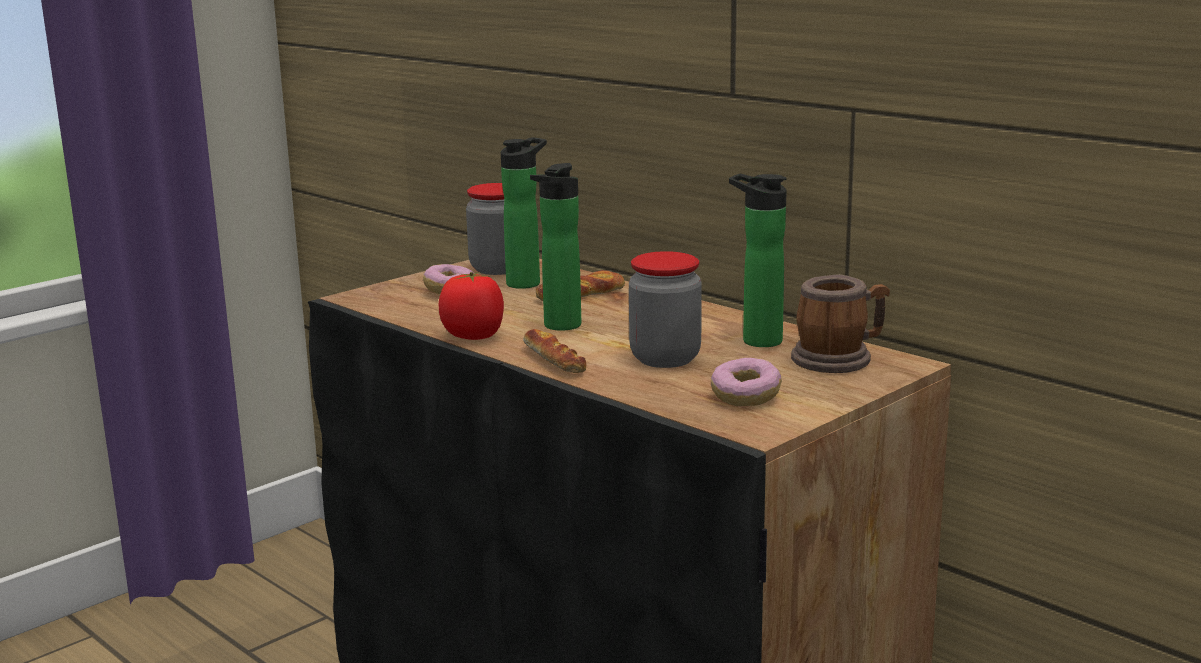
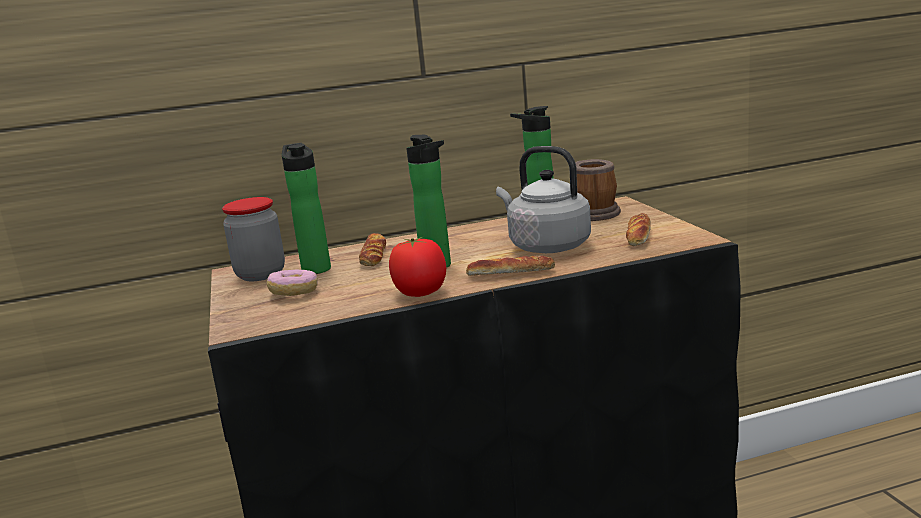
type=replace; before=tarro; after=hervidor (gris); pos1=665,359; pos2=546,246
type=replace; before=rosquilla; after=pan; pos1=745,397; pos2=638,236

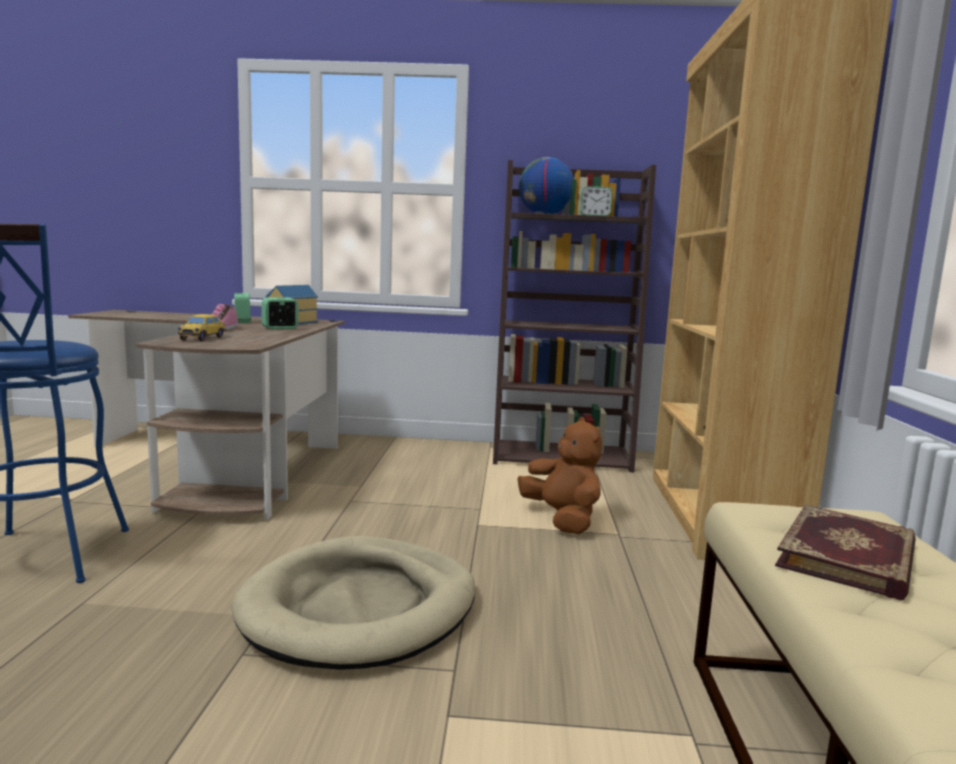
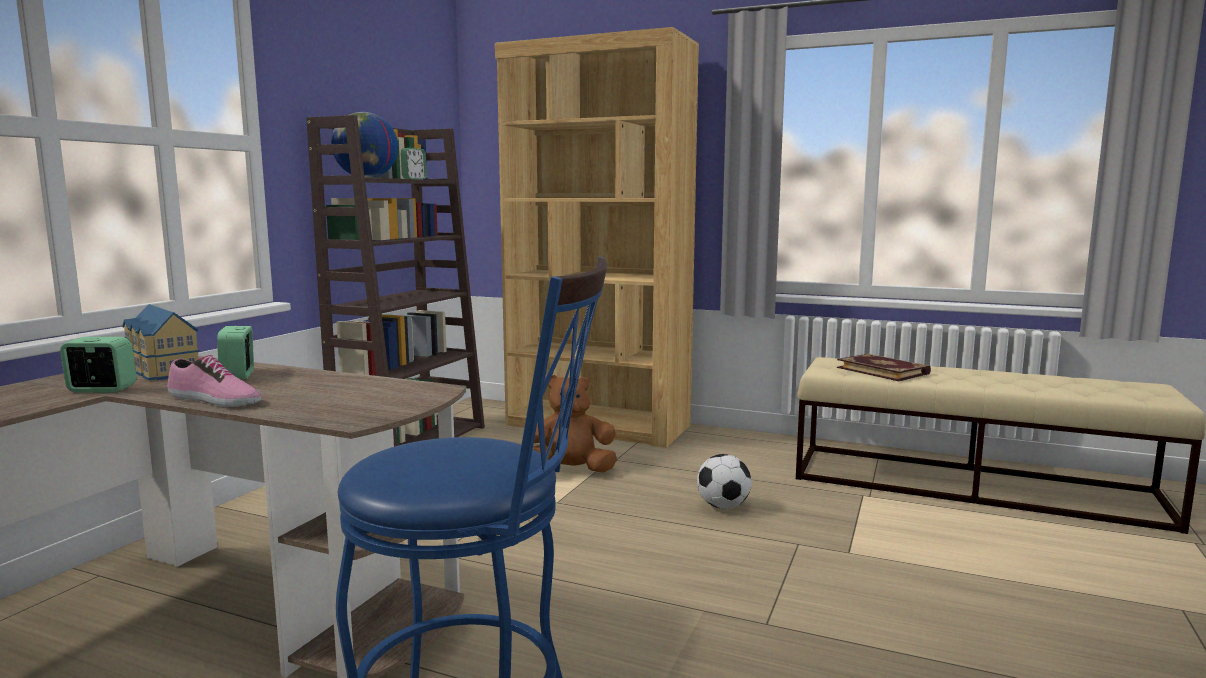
type=insert; after=balón de fútbol; pos2=723,506
type=delete; before=coche de juguete; pos1=203,338
type=delete; before=cama para perro (beis); pos1=360,608

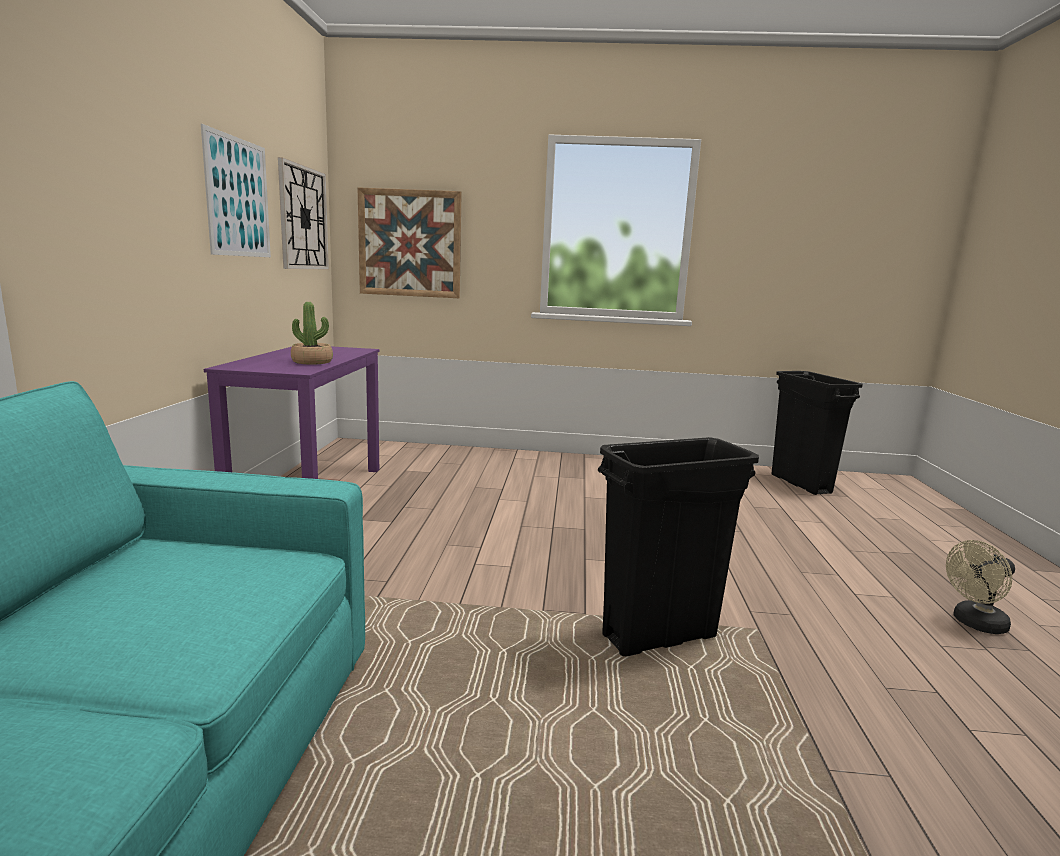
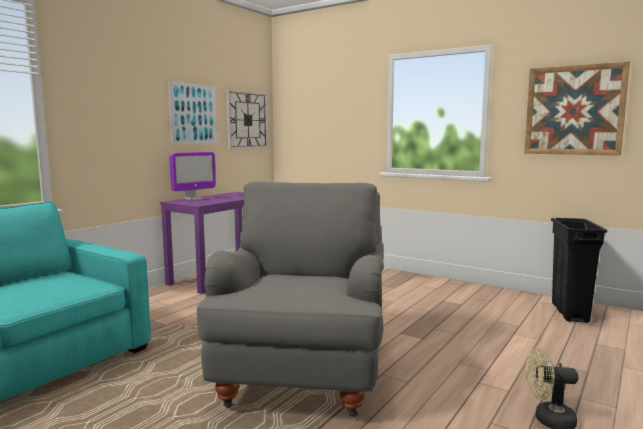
type=insert; after=monitor; pos2=193,199
type=replace; before=papelera (negro); after=sillón (gris); pos1=660,636; pos2=303,372
type=move; before=cuadro; pos1=410,243; pos2=574,110
type=delete; before=planta en maceta; pos1=312,362

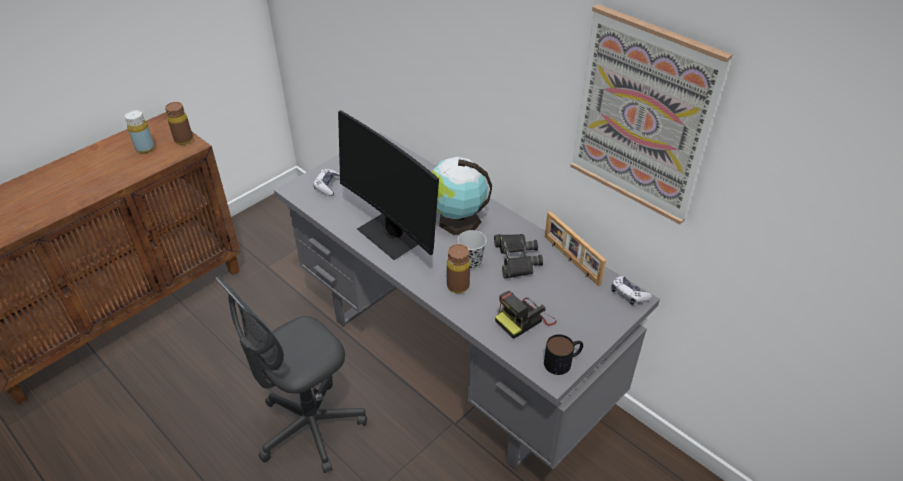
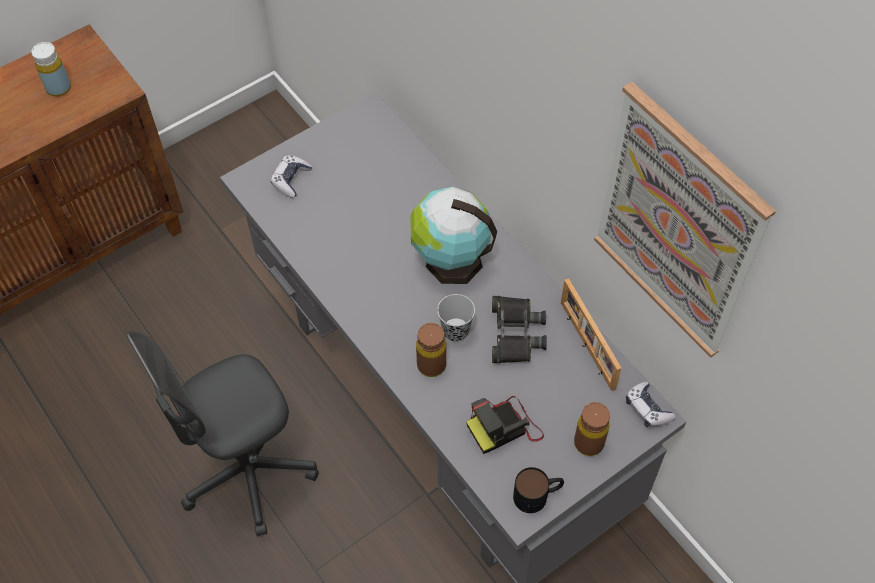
type=move; before=botella (marrón); pos1=184,140; pos2=588,443
type=delete; before=monitor; pos1=393,234

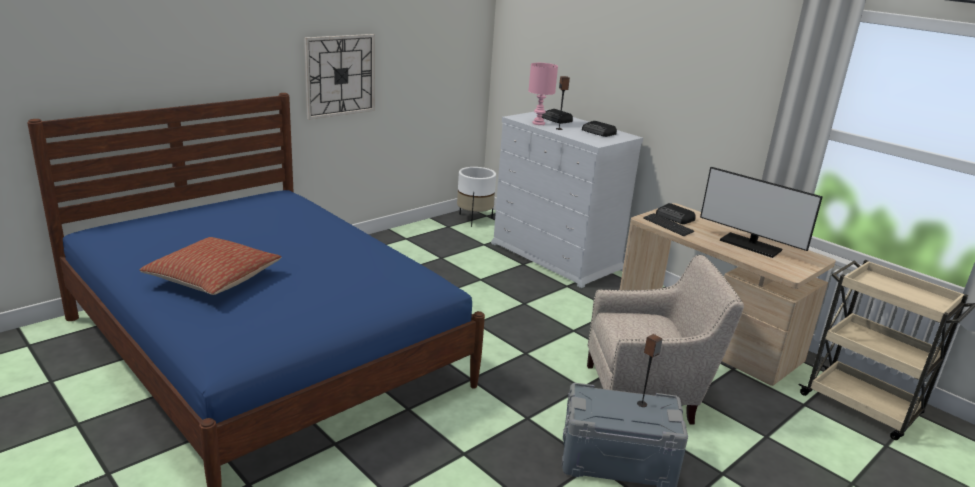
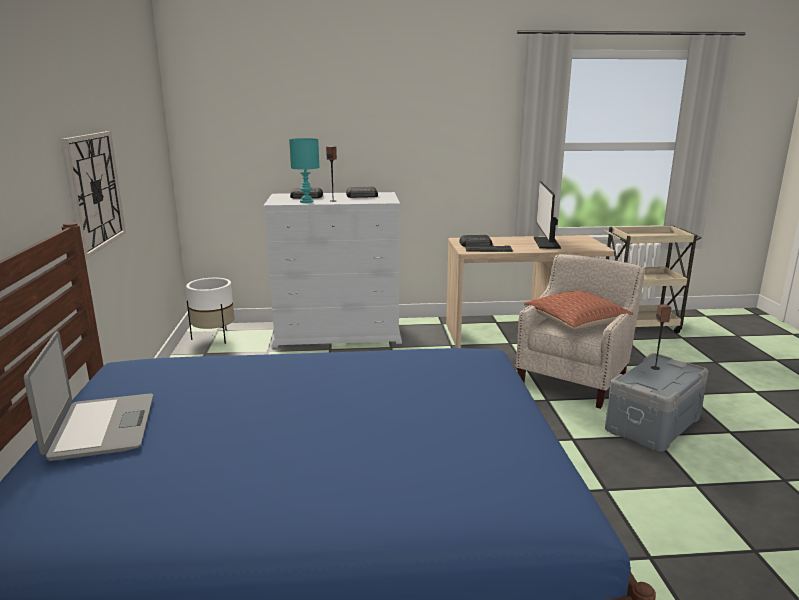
type=insert; after=portátil; pos2=101,427
type=recolor; before=lámpara de mesa (rosa); after=lámpara de mesa (turquesa); pos1=538,123; pos2=306,202
type=move; before=cojín; pos1=214,279; pos2=575,321
type=rotate; before=monitor; pos1=750,245; pos2=546,243; turn=105

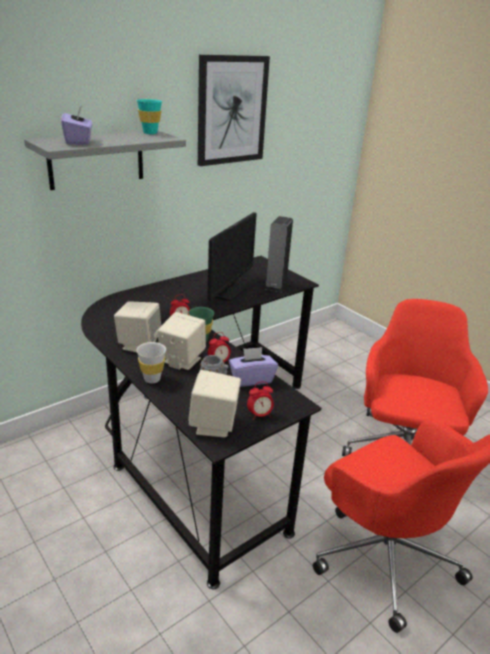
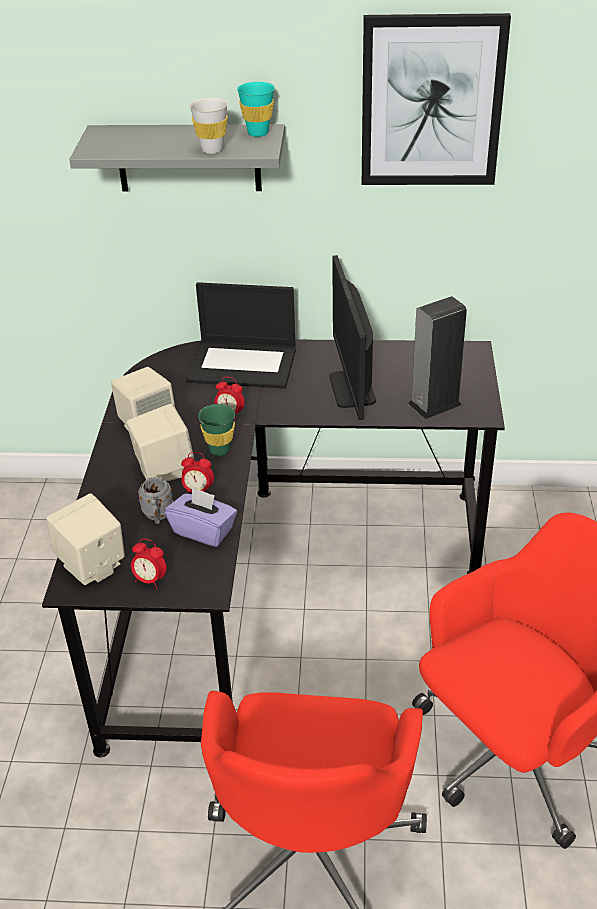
type=insert; after=portátil; pos2=244,364
type=move; before=taza (blanco); pos1=152,379; pos2=212,150
type=rotate; before=monitor; pos1=228,291; pos2=352,389; turn=105
type=delete; before=caja de pañuelos (morado); pos1=79,141

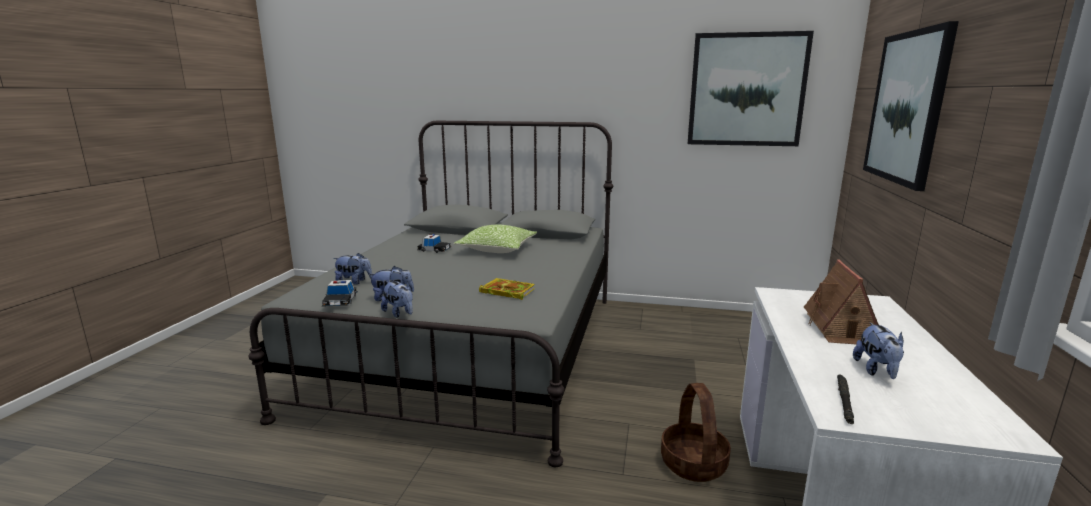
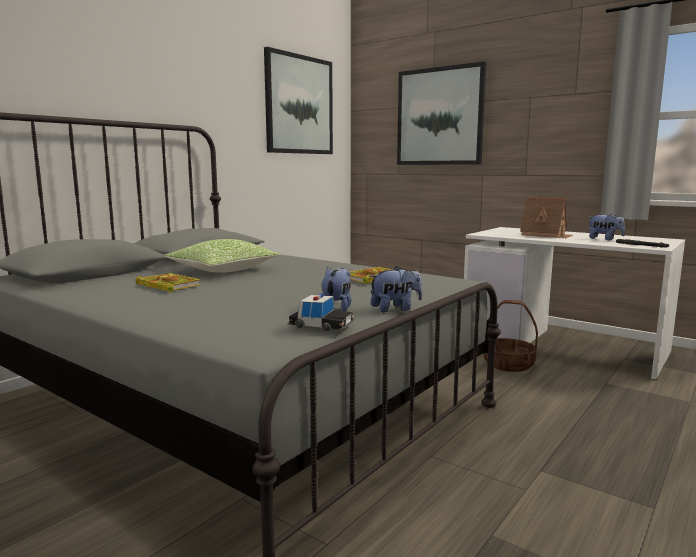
type=replace; before=coche de juguete; after=libro; pos1=434,249; pos2=167,285
type=delete; before=peluche; pos1=354,282

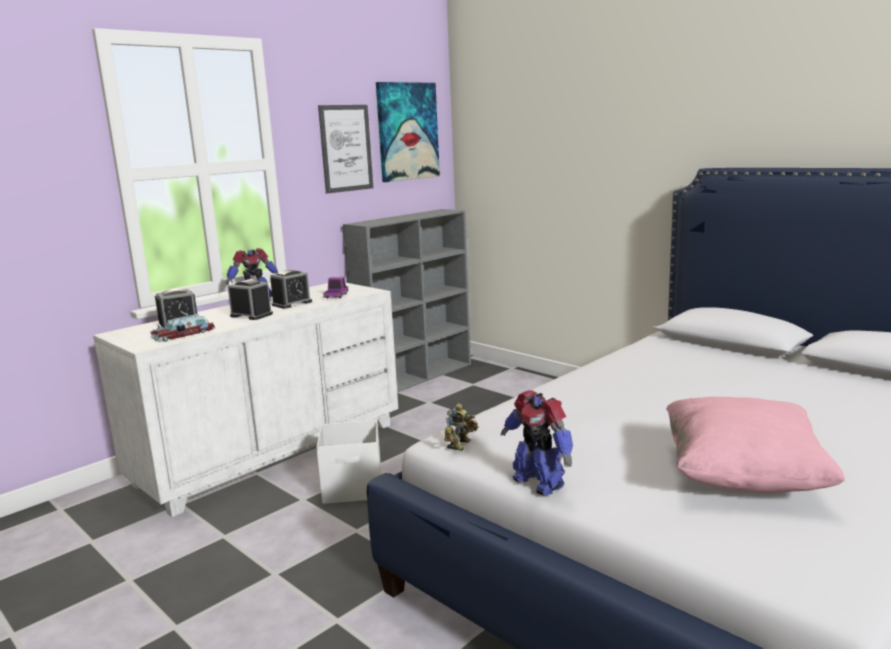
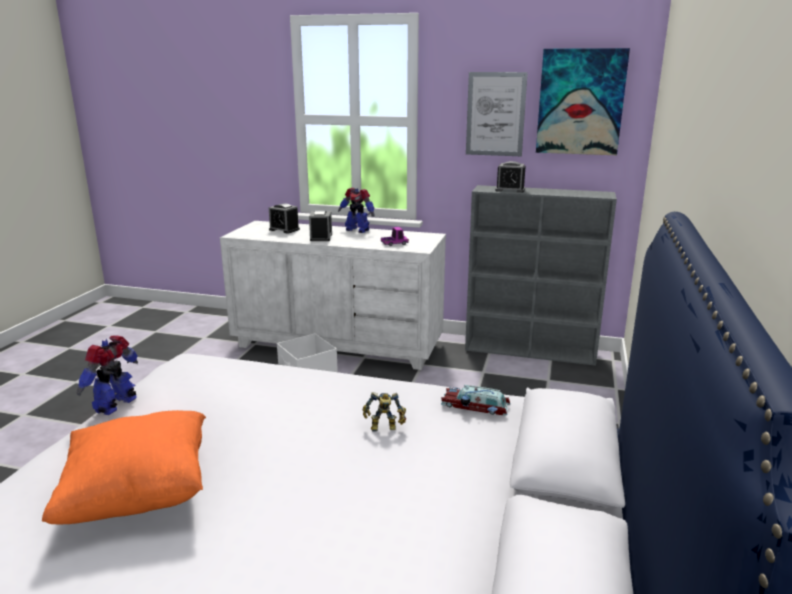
type=recolor; before=cojín (rosa); after=cojín (naranja); pos1=742,477; pos2=138,494
type=move; before=robot de juguete; pos1=461,444; pos2=384,428
type=move; before=coche de juguete; pos1=185,335; pos2=475,407
type=move; before=despertador; pos1=292,303; pos2=510,190

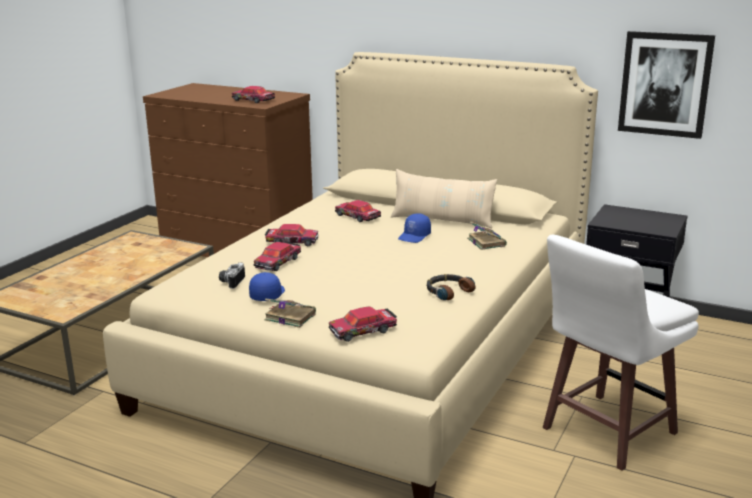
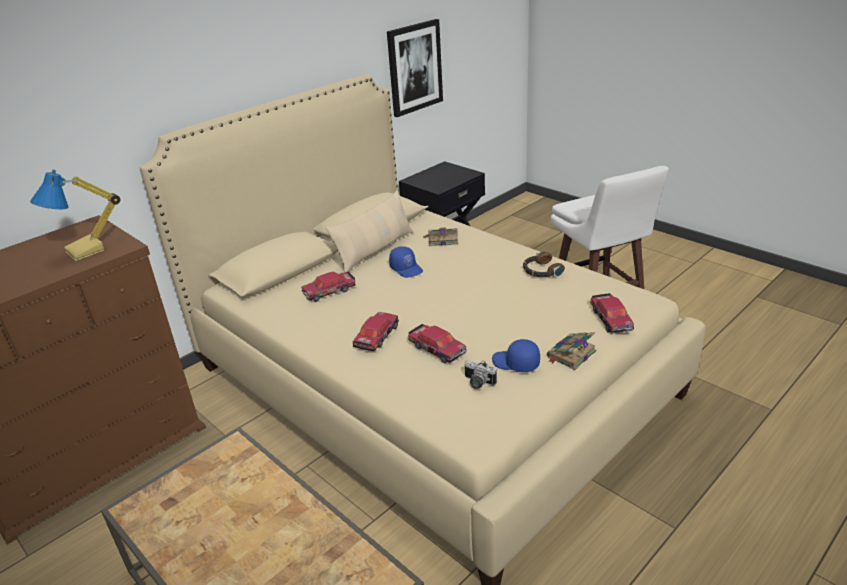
type=replace; before=coche de juguete; after=lámpara de mesa; pos1=253,100; pos2=86,251

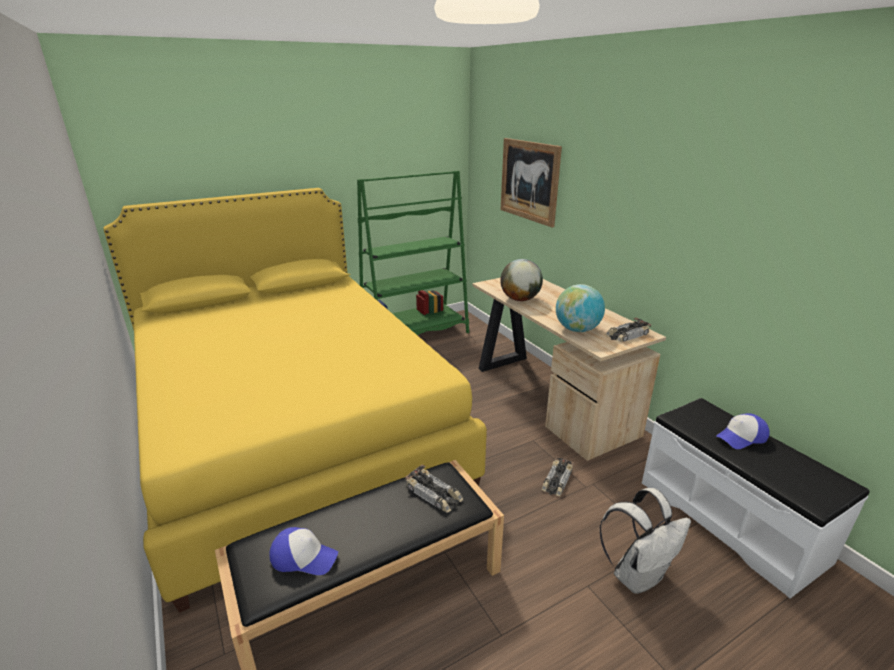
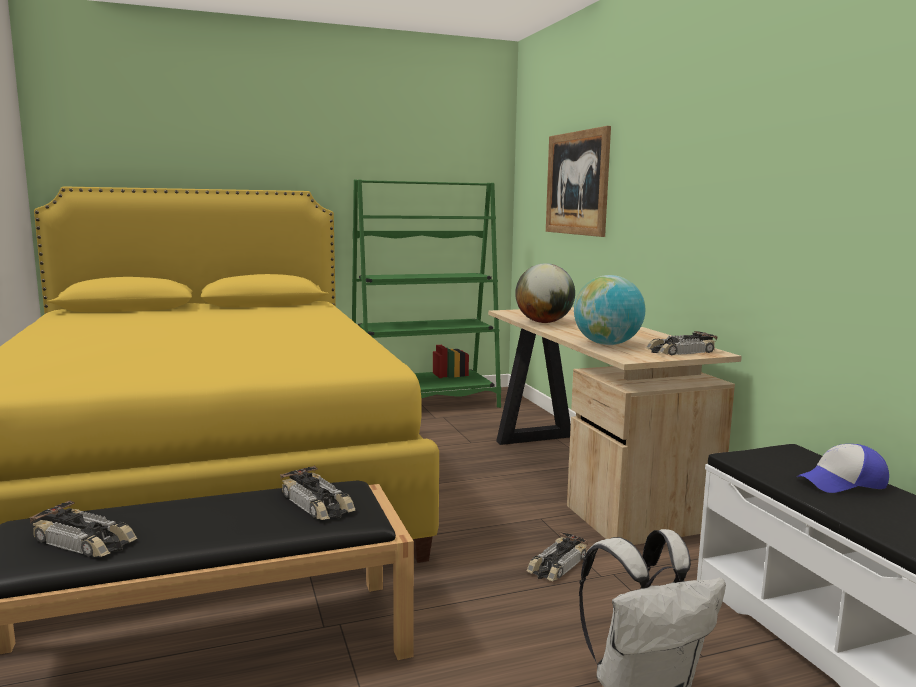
type=replace; before=gorra; after=coche de juguete; pos1=303,557; pos2=85,541

